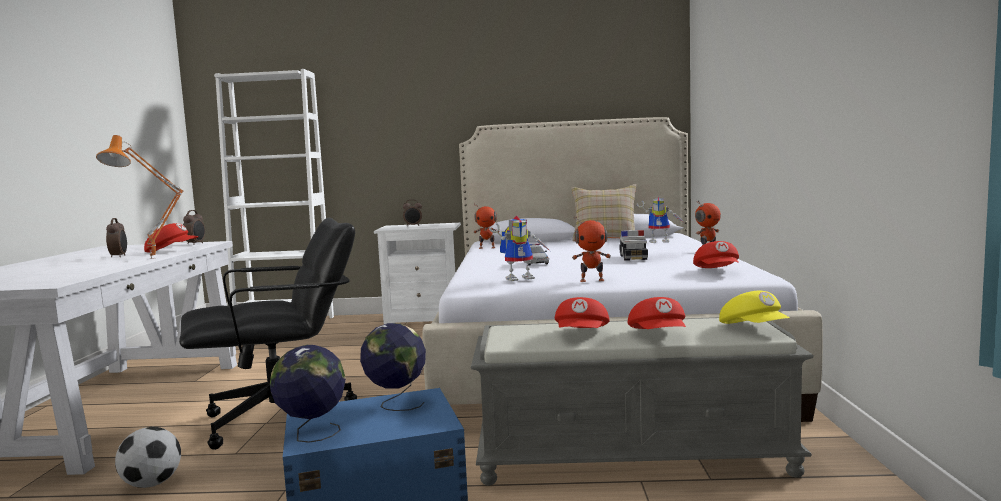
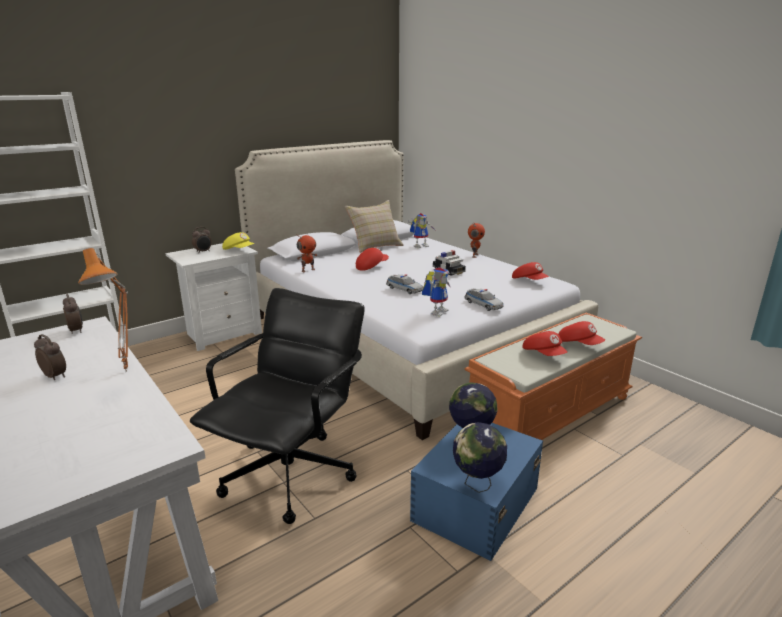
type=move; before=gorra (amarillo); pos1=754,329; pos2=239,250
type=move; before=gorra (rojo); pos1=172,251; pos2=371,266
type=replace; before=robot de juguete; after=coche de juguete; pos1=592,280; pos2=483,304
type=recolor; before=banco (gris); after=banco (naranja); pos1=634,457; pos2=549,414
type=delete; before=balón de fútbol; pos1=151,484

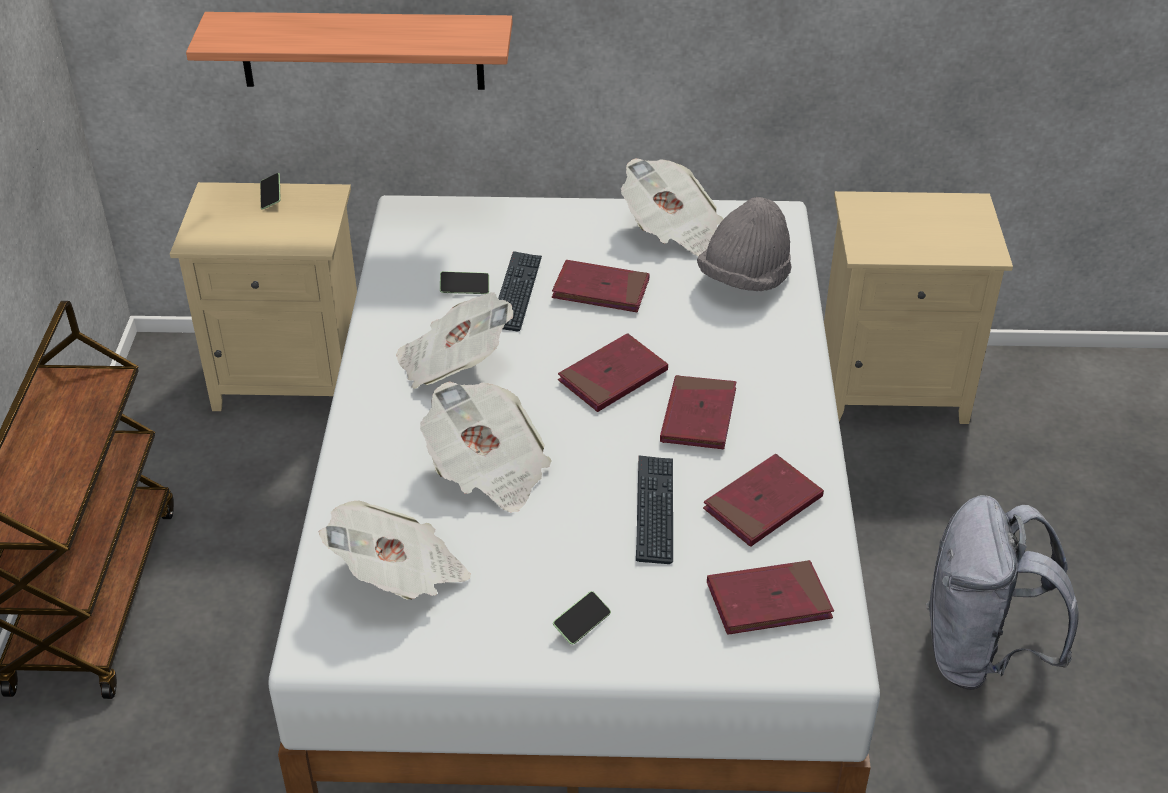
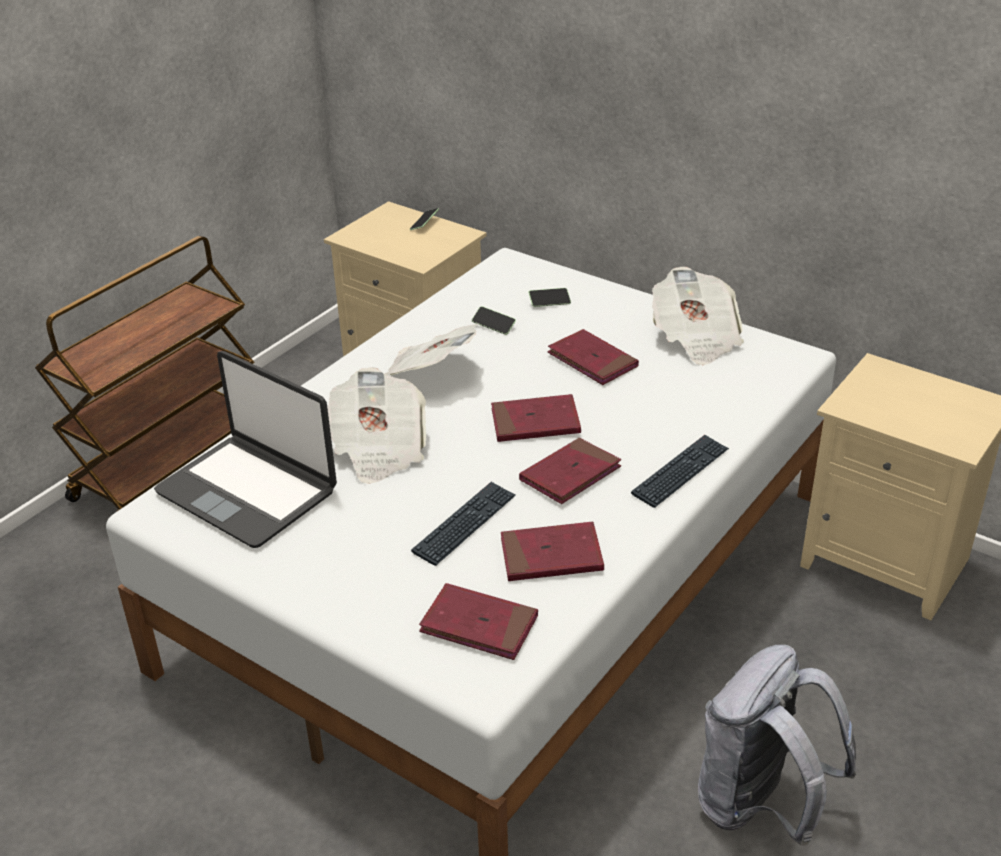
type=replace; before=periódico; after=portátil; pos1=400,576; pos2=248,491
type=move; before=móvil; pos1=582,623; pos2=549,302
type=move; before=teclado; pos1=516,292; pos2=680,472
type=delete; before=estante; pos1=362,50
type=delete; before=sombrero (gris); pos1=744,279

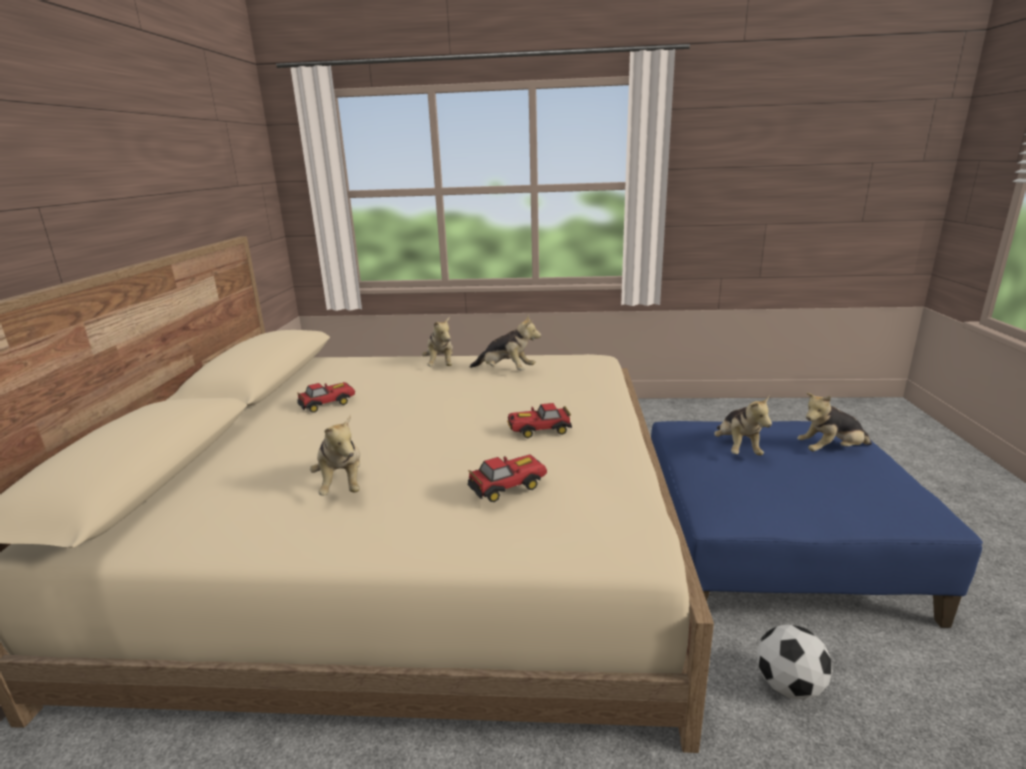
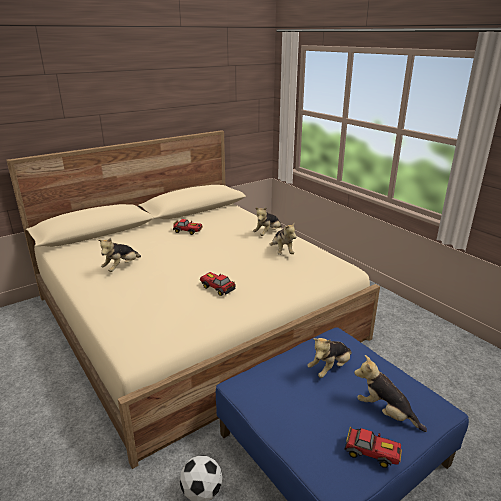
type=move; before=coche de juguete; pos1=508,486; pos2=372,453

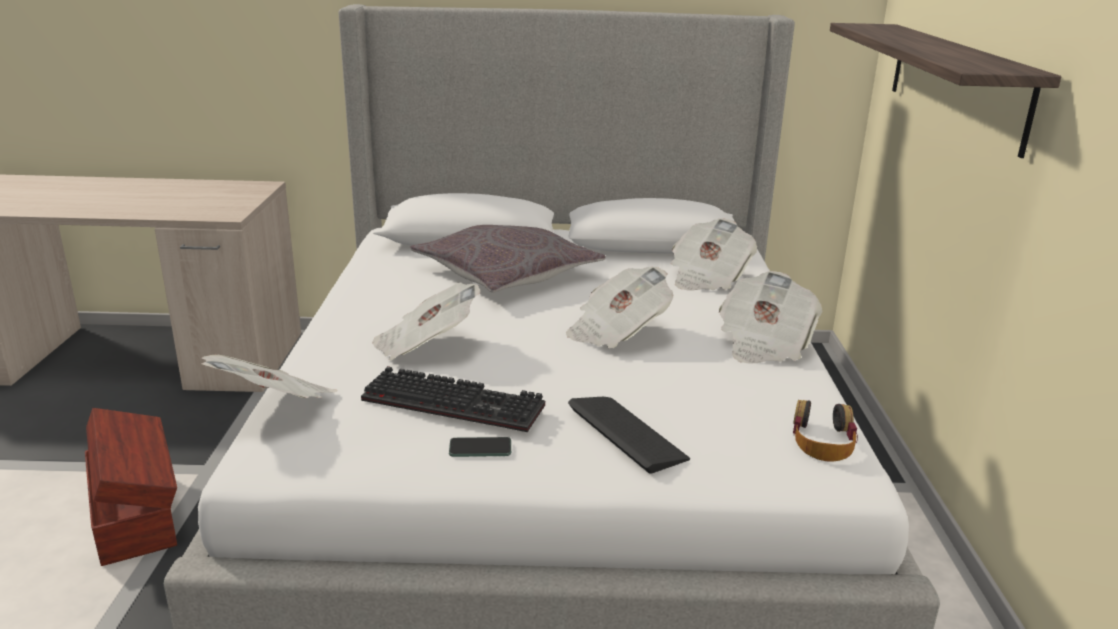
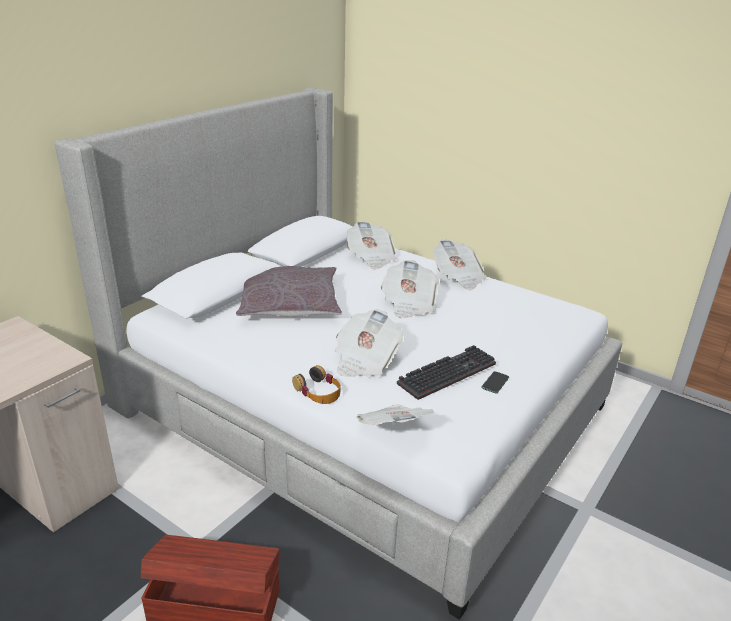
type=move; before=auriculares; pos1=822,440; pos2=318,391
type=delete; before=teclado; pos1=626,434
type=delete; before=estante; pos1=955,82

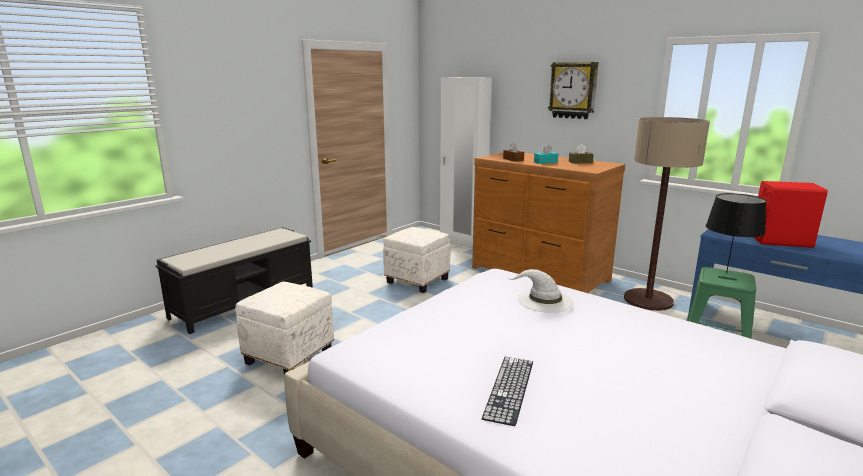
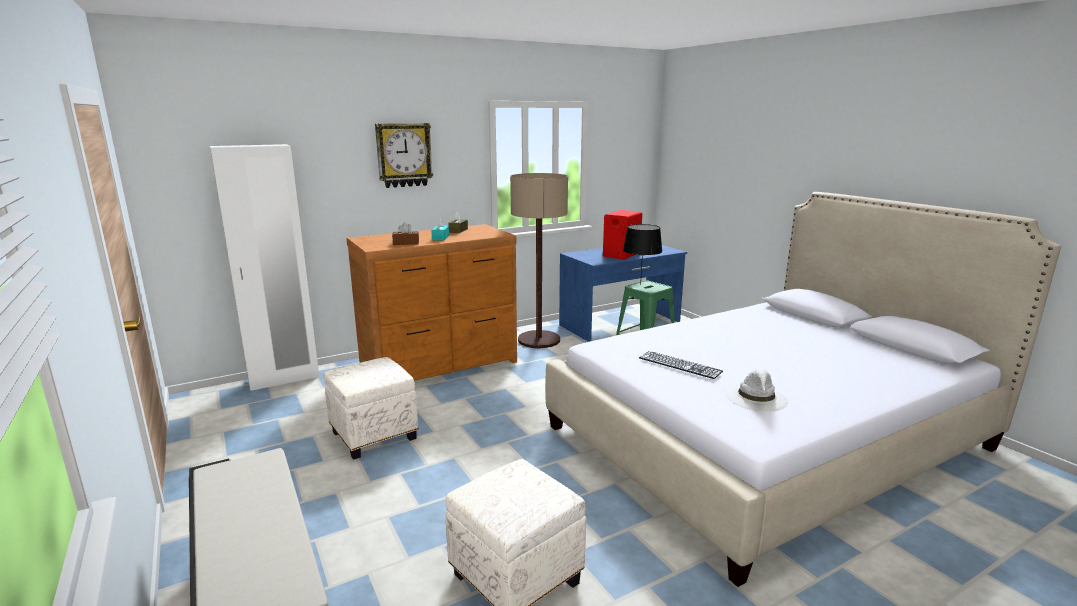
type=move; before=teclado; pos1=509,388; pos2=679,364
type=move; before=sombrero (blanco); pos1=544,301; pos2=756,398

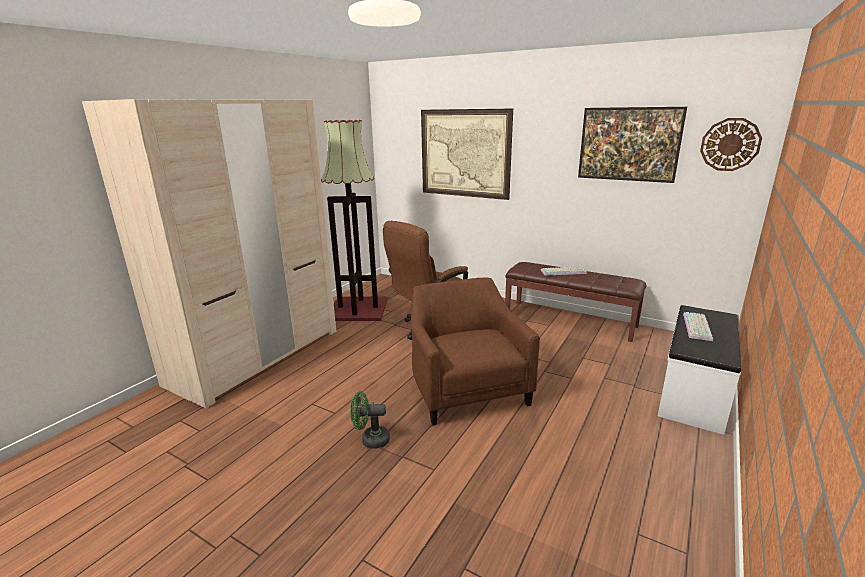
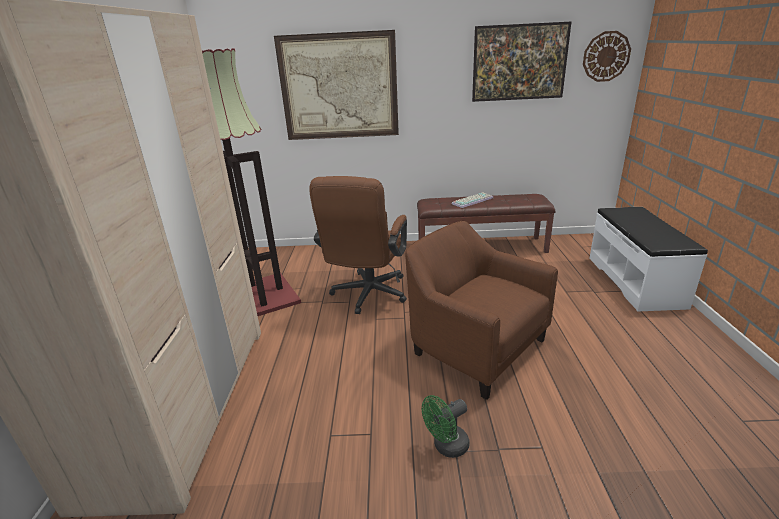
type=delete; before=teclado; pos1=698,327

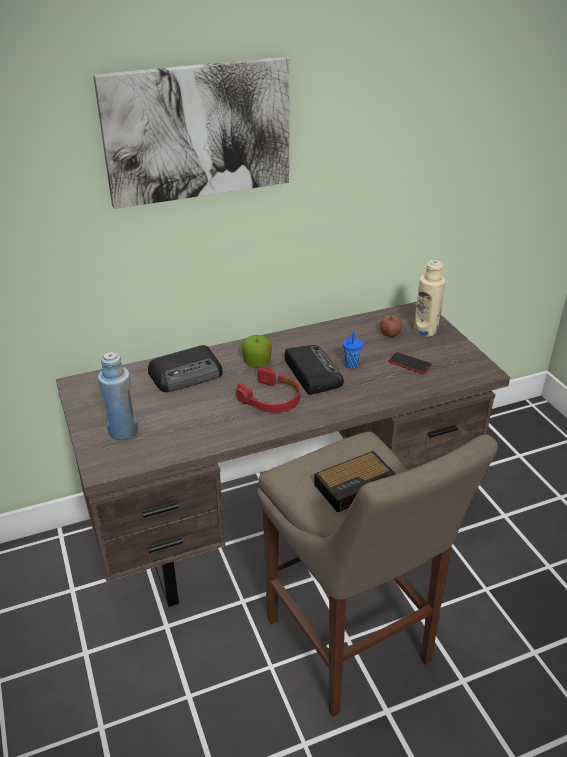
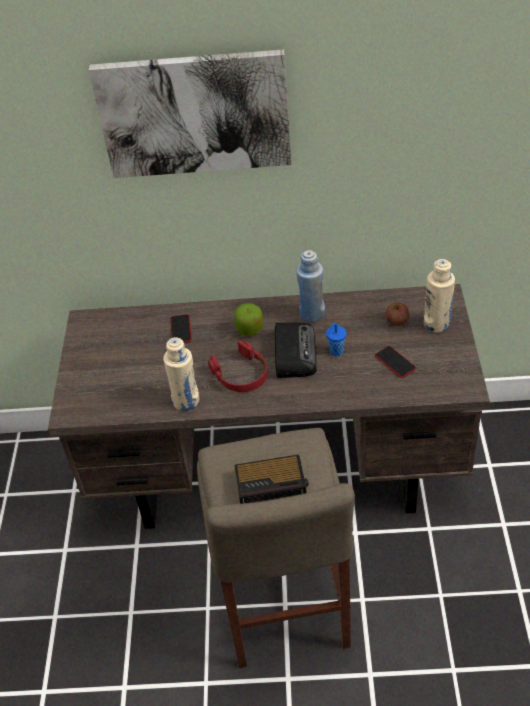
type=insert; after=botella (beis); pos2=186,401
type=replace; before=radio; after=móvil; pos1=187,374; pos2=181,329
type=move; before=botella (azul); pos1=123,431; pos2=312,314

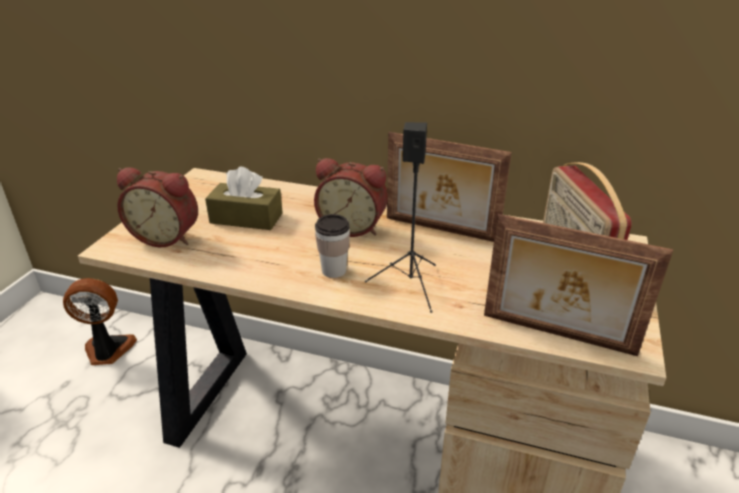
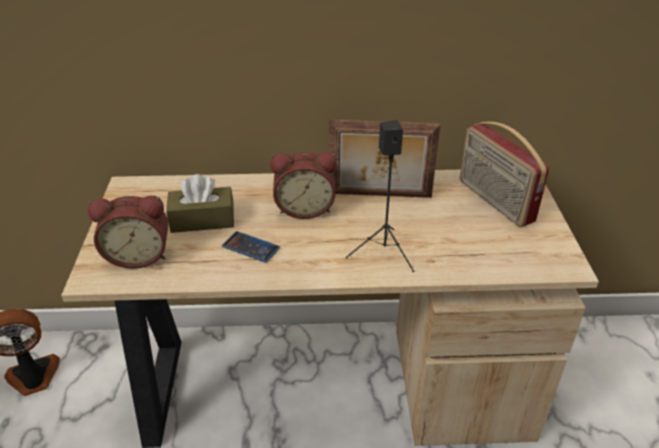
type=insert; after=móvil; pos2=250,247
type=delete; before=taza; pos1=334,270
type=delete; before=portarretratos; pos1=557,335

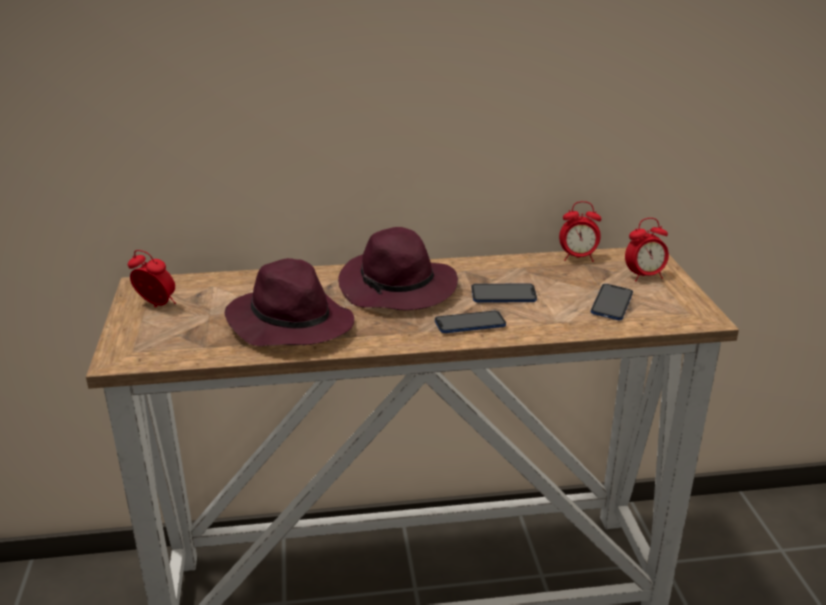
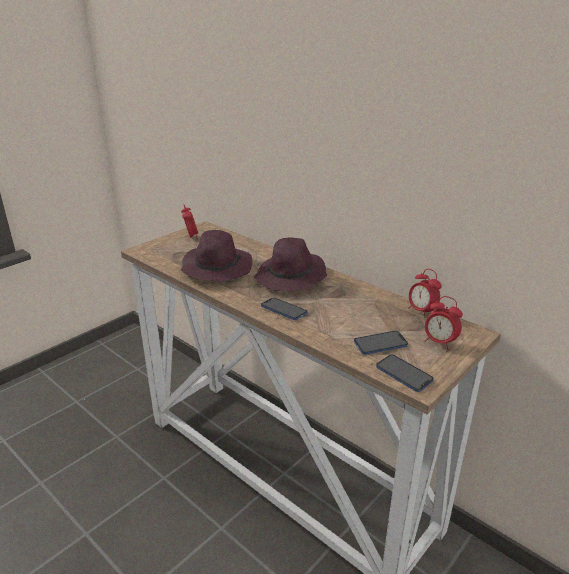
type=move; before=móvil; pos1=503,295; pos2=404,374

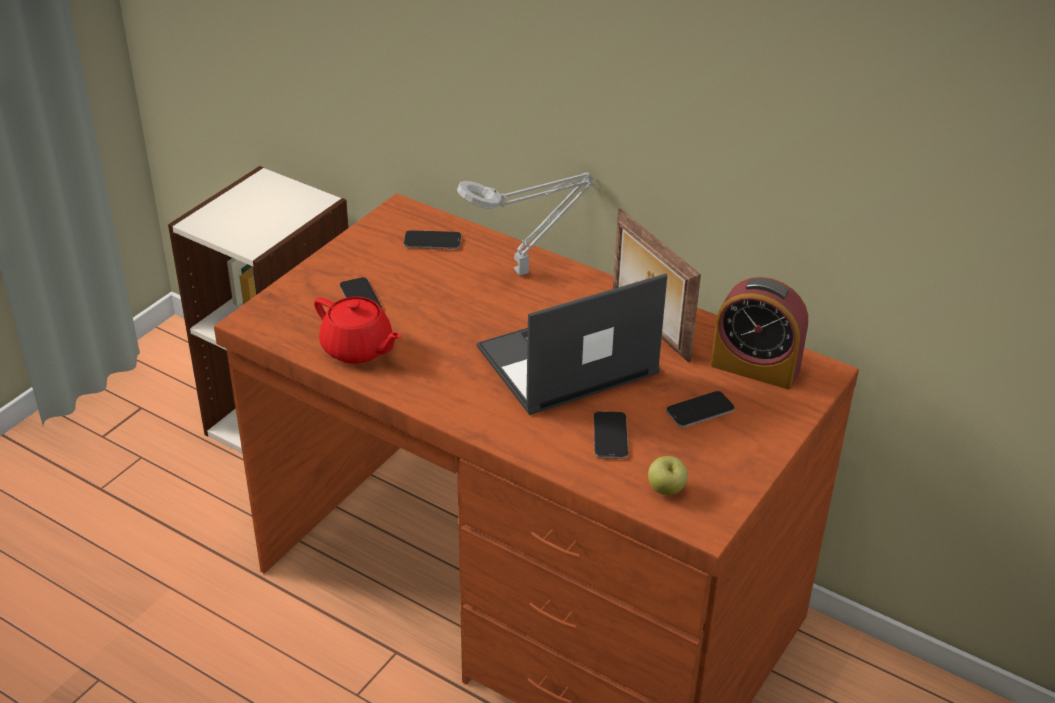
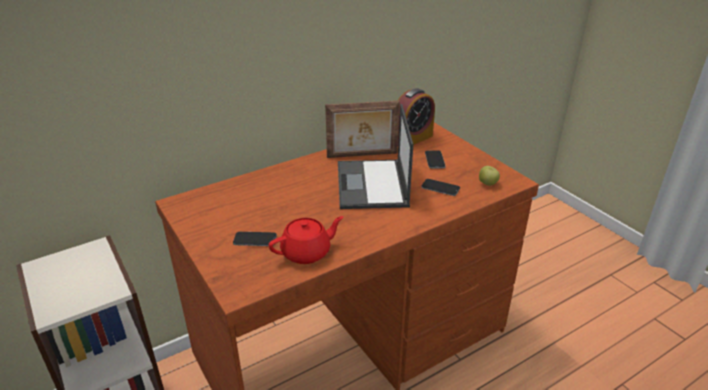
type=delete; before=móvil; pos1=432,241
type=delete; before=lámpara de mesa (gris); pos1=525,271

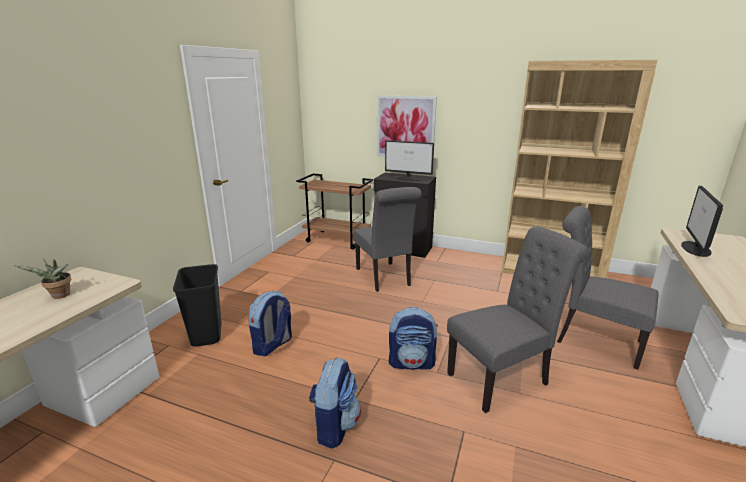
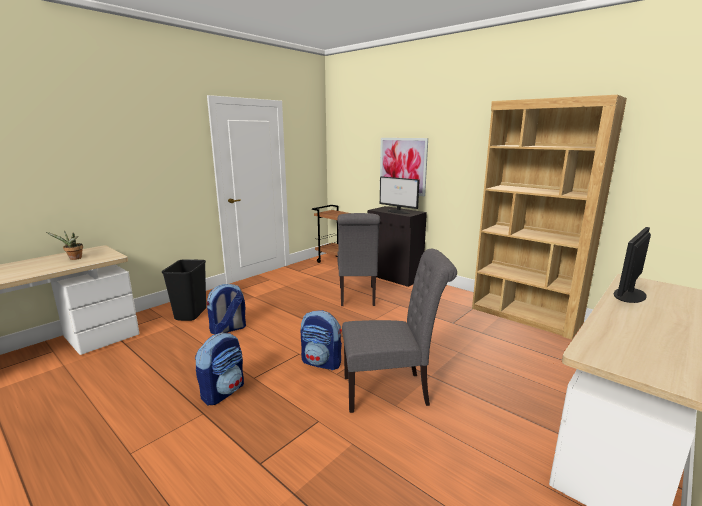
type=delete; before=silla (gris); pos1=593,340

